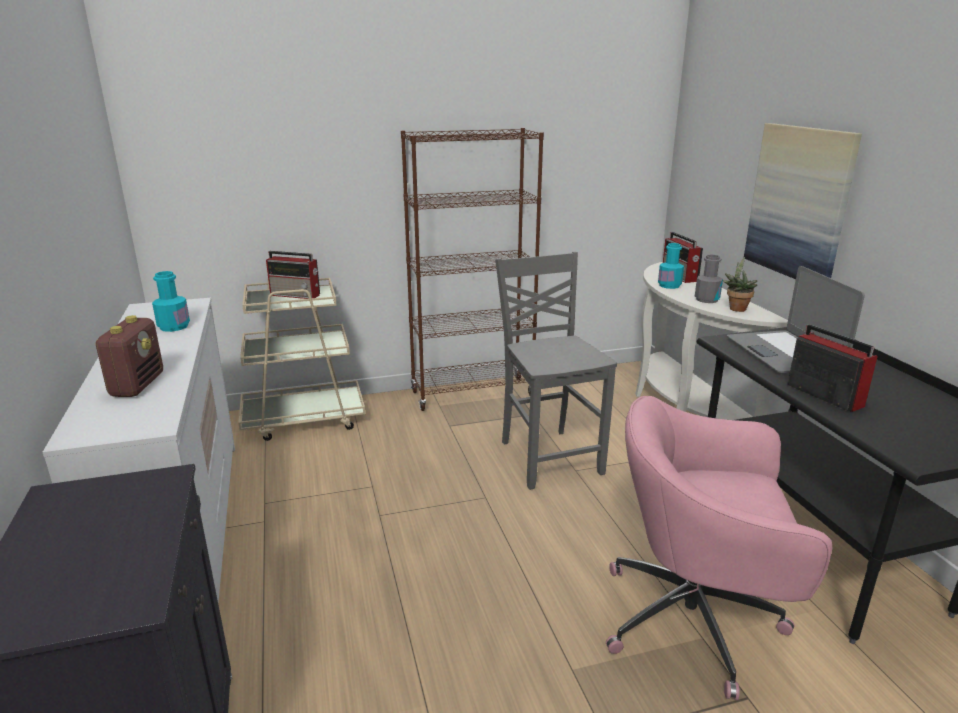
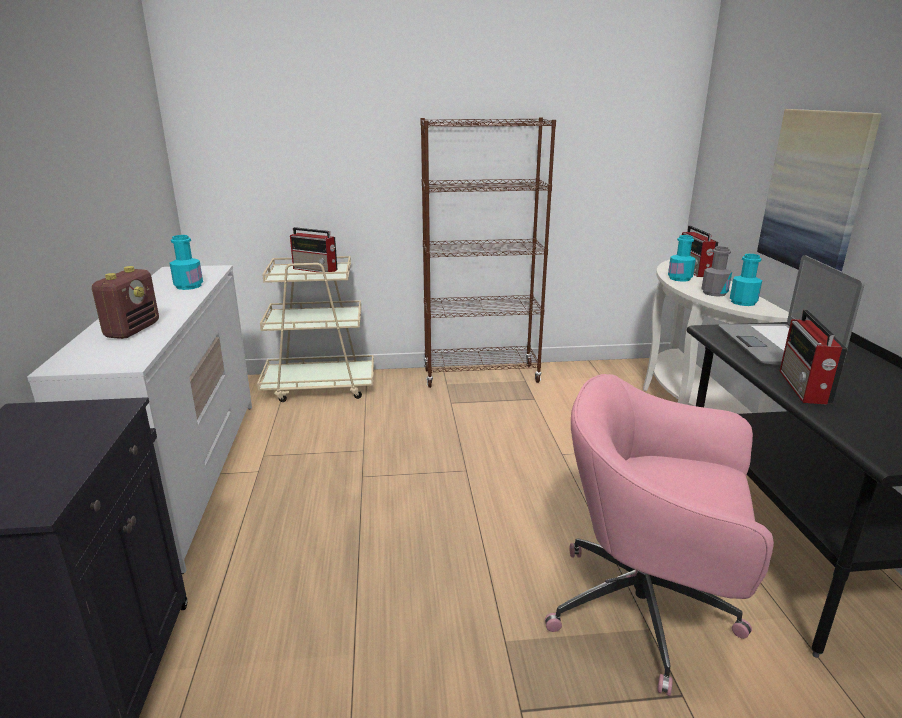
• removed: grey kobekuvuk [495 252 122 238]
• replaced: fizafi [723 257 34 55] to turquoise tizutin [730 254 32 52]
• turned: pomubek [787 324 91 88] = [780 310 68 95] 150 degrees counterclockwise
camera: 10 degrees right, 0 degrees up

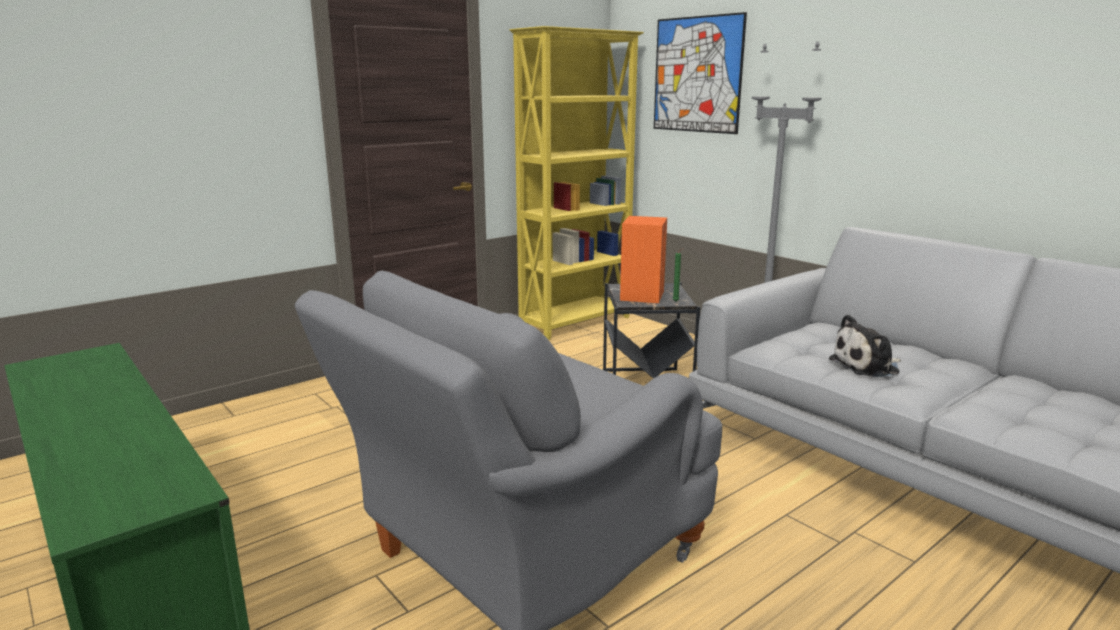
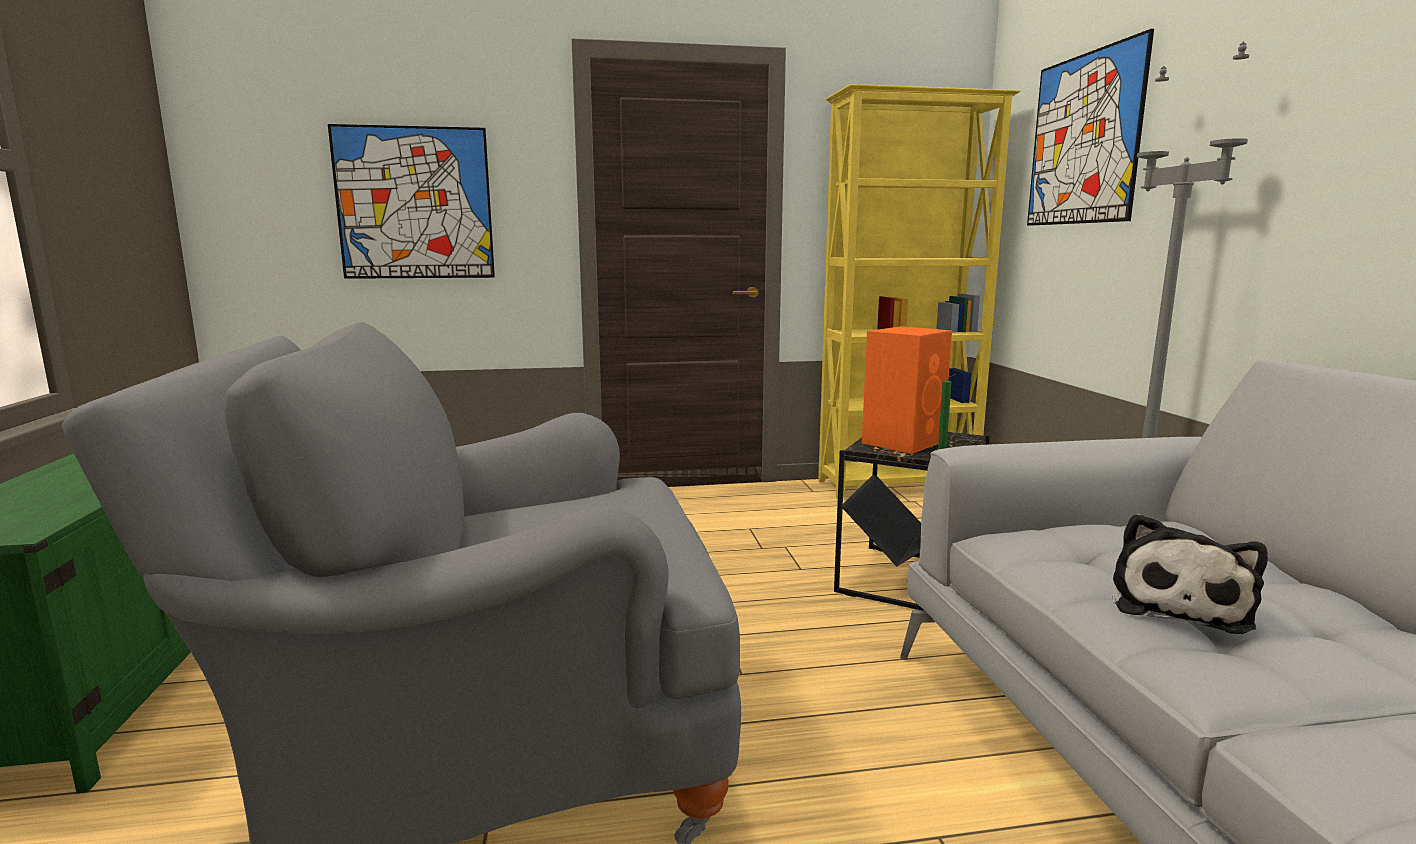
• turned: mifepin [829 314 72 64] = [1111 513 157 121] 75 degrees counterclockwise
• added: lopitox [328 124 167 155]
camera: 30 degrees right, 5 degrees down

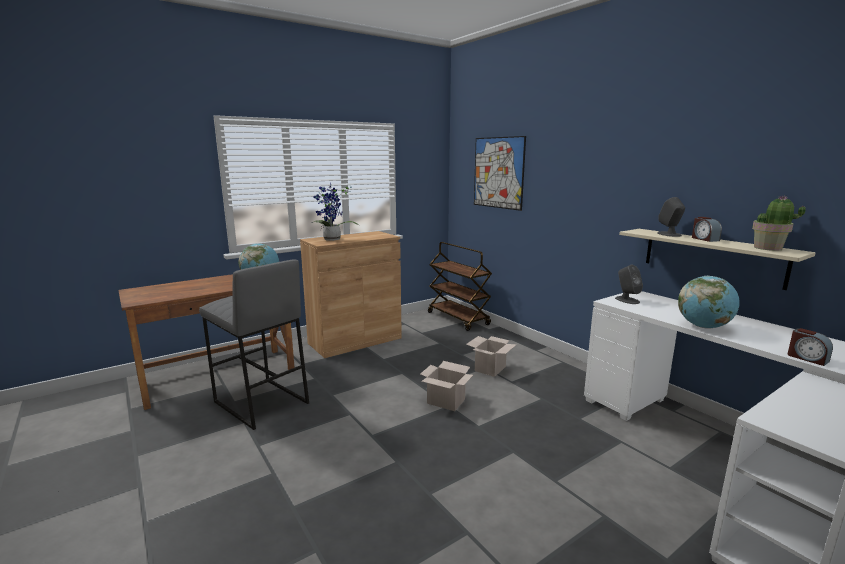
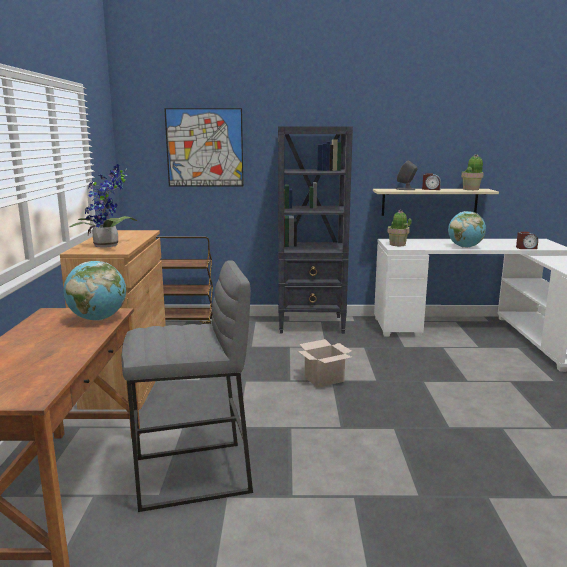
• removed: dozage [466 336 51 41]
• replaced: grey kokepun [615 265 28 39] to fizafi [388 210 24 36]
• added: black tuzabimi [278 127 75 207]
camera: 55 degrees left, 0 degrees up

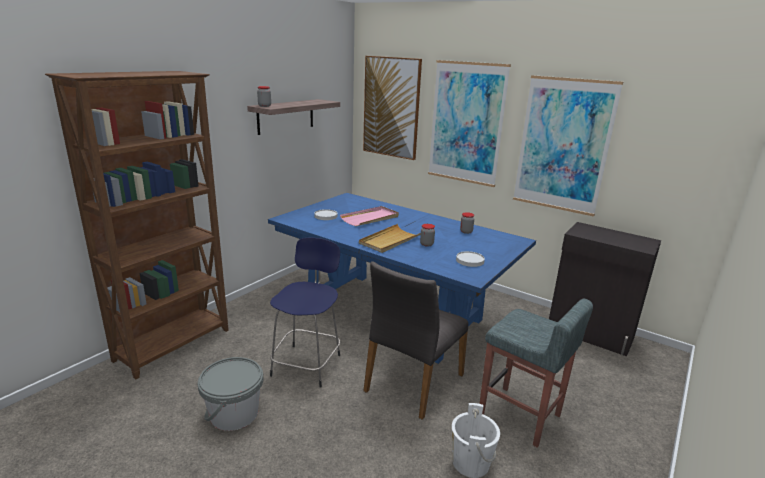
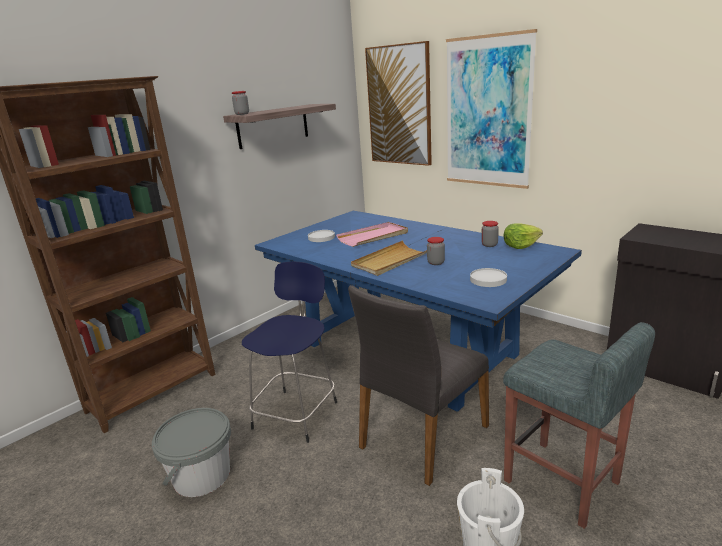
• removed: lopitox [513 75 110 142]
• added: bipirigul [504 223 39 26]
camera: 10 degrees right, 0 degrees up

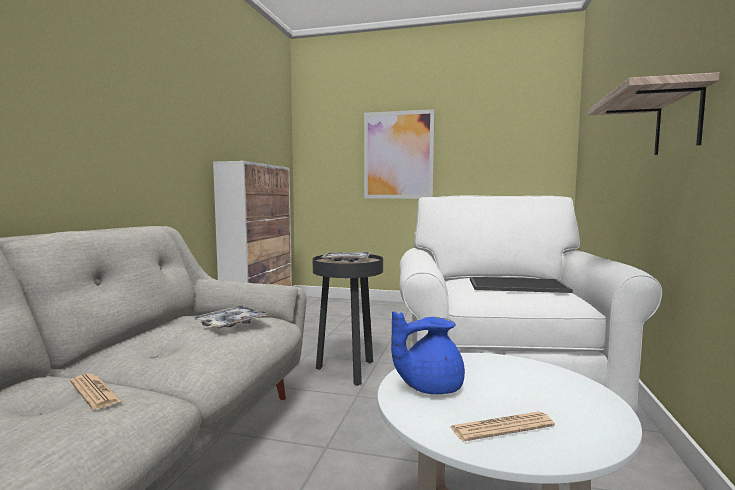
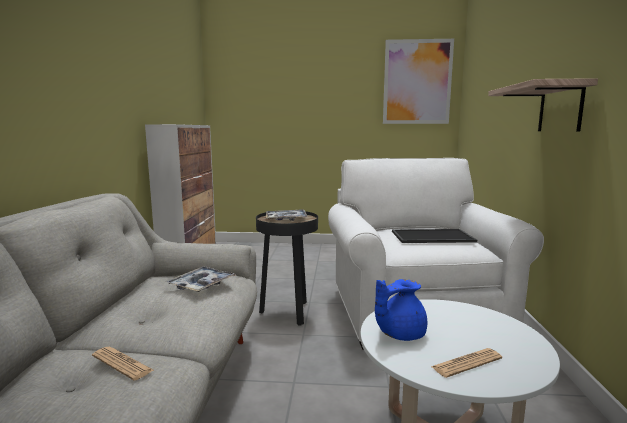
• moved: lopitox [364 109 71 90] to [383 39 71 85]
camera: 10 degrees left, 5 degrees up

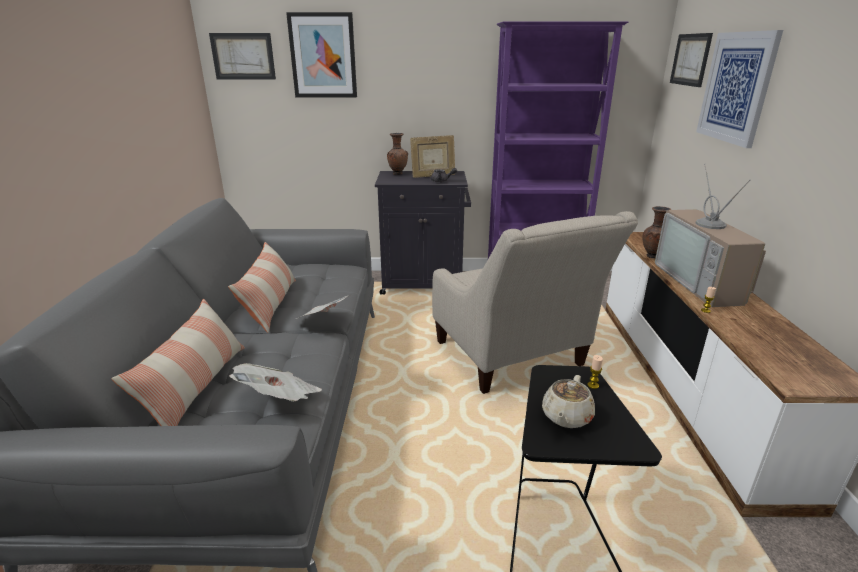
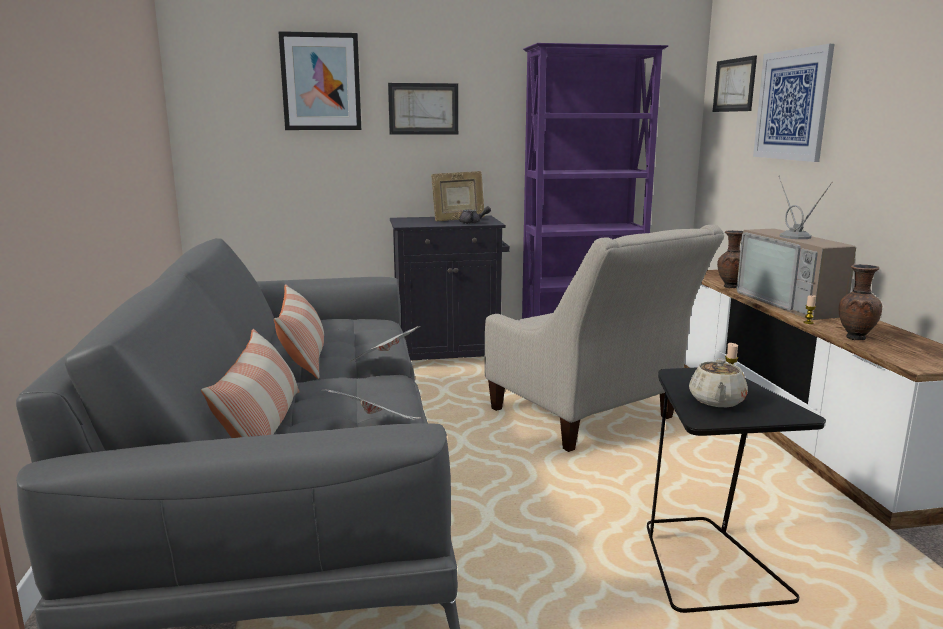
• moved: lopitox [209 33 67 47] to [388 83 70 52]
• moved: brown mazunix [387 133 21 42] to [838 264 44 76]
camera: 10 degrees left, 10 degrees down

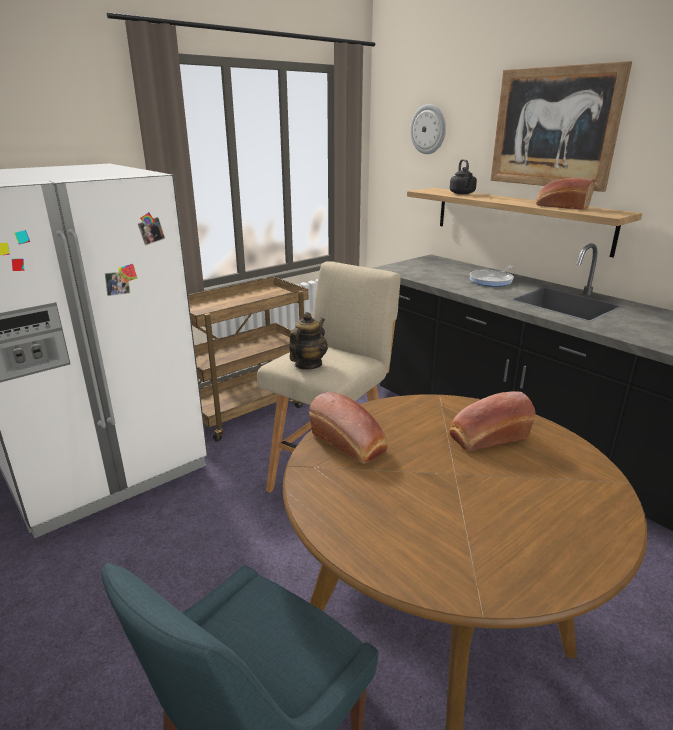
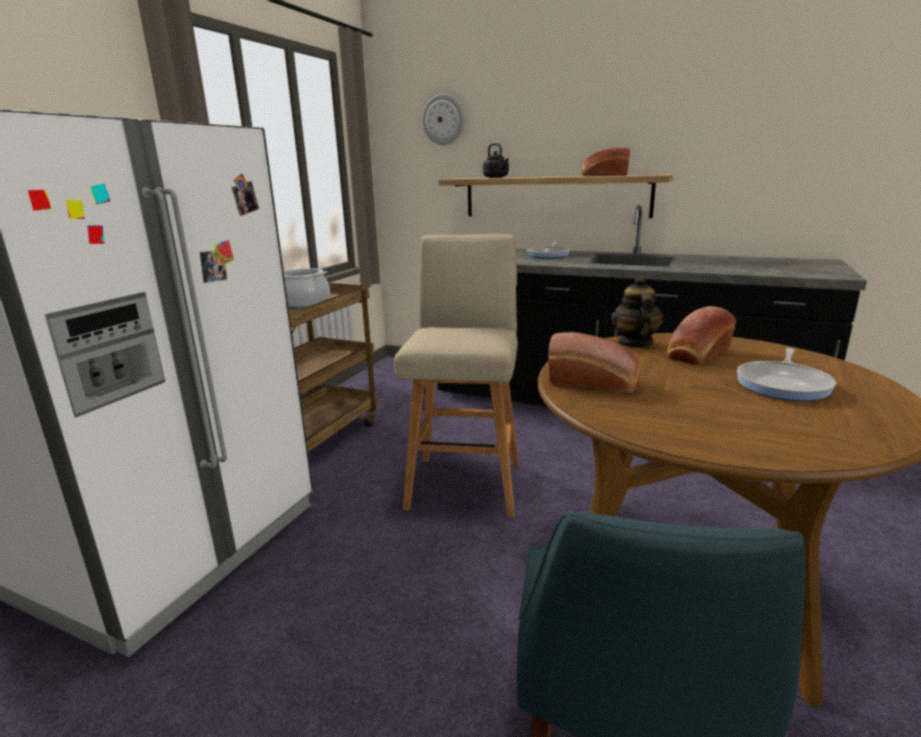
• moved: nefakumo [289 312 39 58] to [611 275 53 72]
• removed: lopitox [490 61 142 131]
• added: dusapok [284 268 46 41]
• added: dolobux [737 348 99 53]
camera: 25 degrees left, 5 degrees down

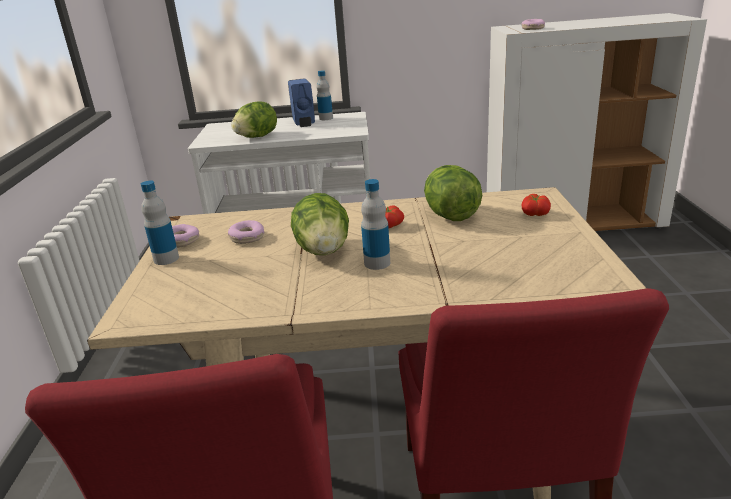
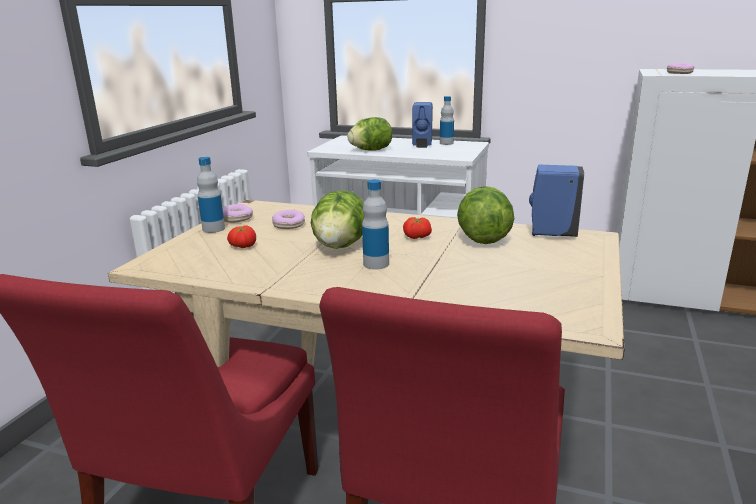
• moved: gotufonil [522 194 29 22] to [227 225 29 23]
• added: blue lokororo [529 164 55 73]
camera: 20 degrees right, 5 degrees down

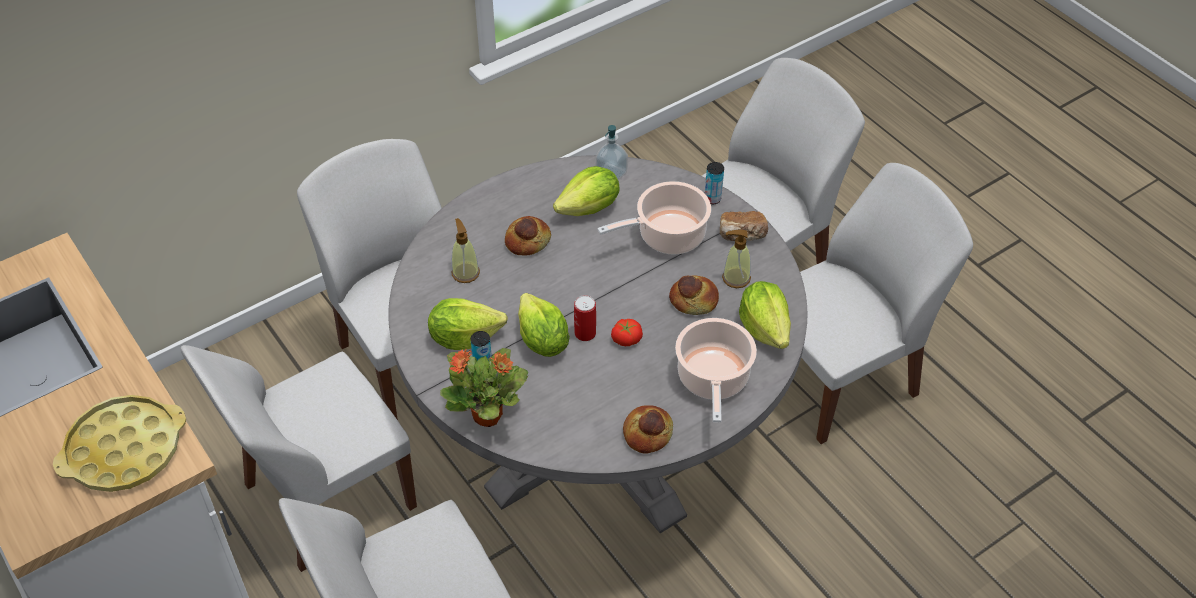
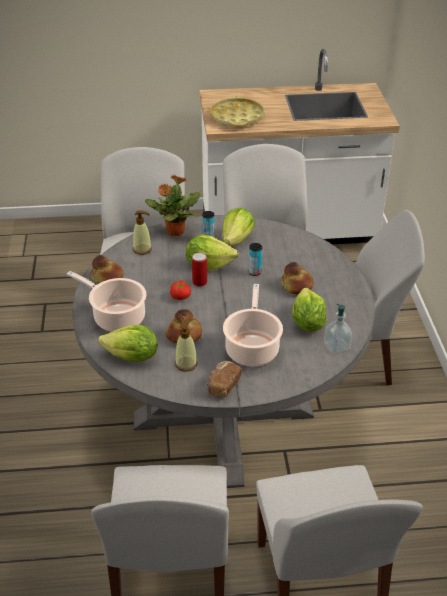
• moved: lokororo [451 218 29 65] to [133 210 19 45]
• moved: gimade [705 162 19 42] to [249 243 13 33]
camera: 120 degrees right, 10 degrees down

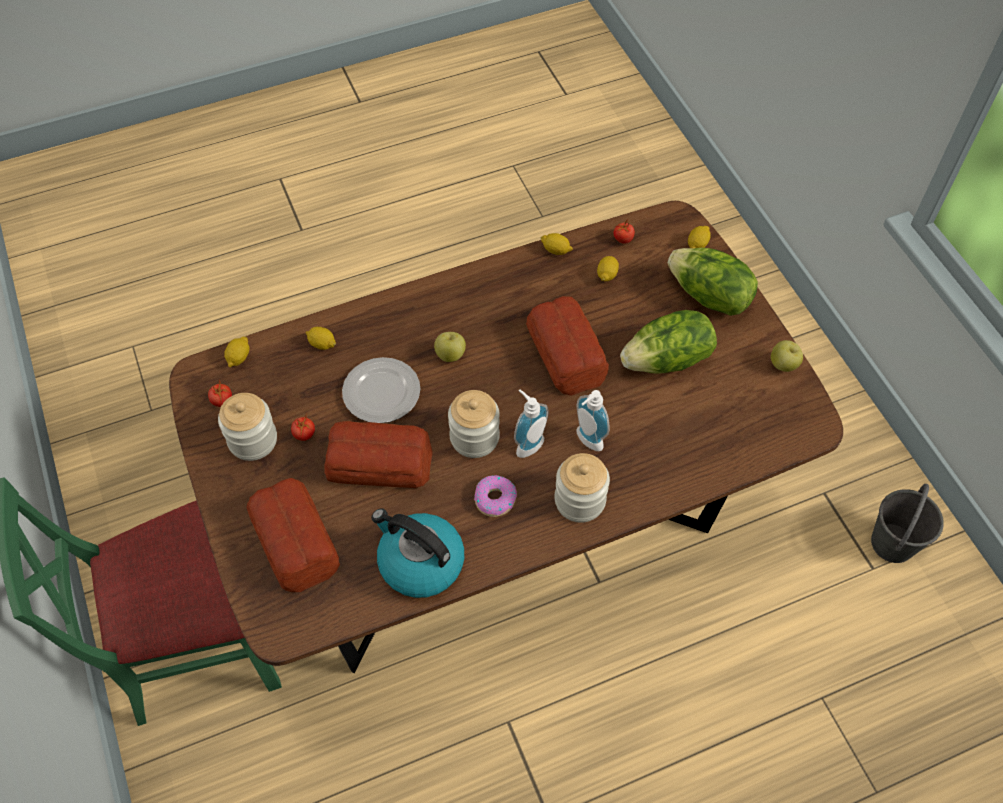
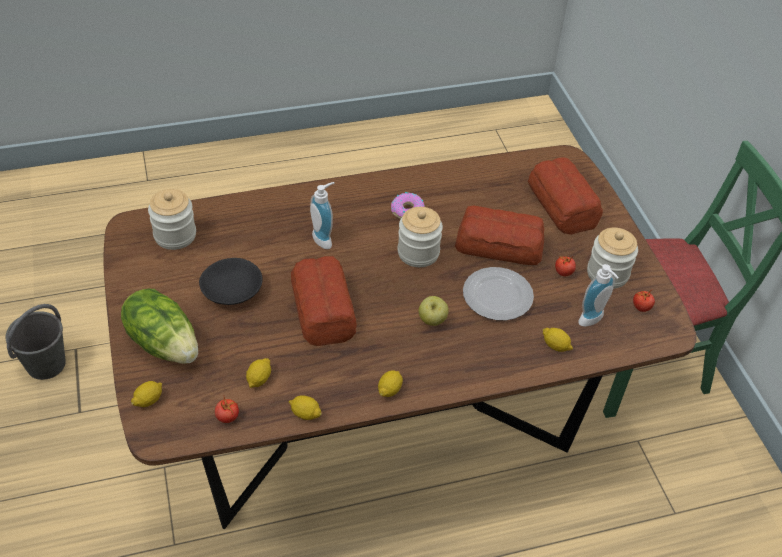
• moved: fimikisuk [225 336 25 31] to [378 370 25 27]
• removed: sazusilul [371 508 93 90]
• moved: lokororo [514 390 34 68] to [578 264 41 63]
• moved: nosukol [555 453 55 70] to [148 189 48 61]
• replaced: bipirigul [620 310 97 64] to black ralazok [199 258 64 47]
• removed: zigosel [771 340 32 32]
camera: 175 degrees left, 10 degrees down

